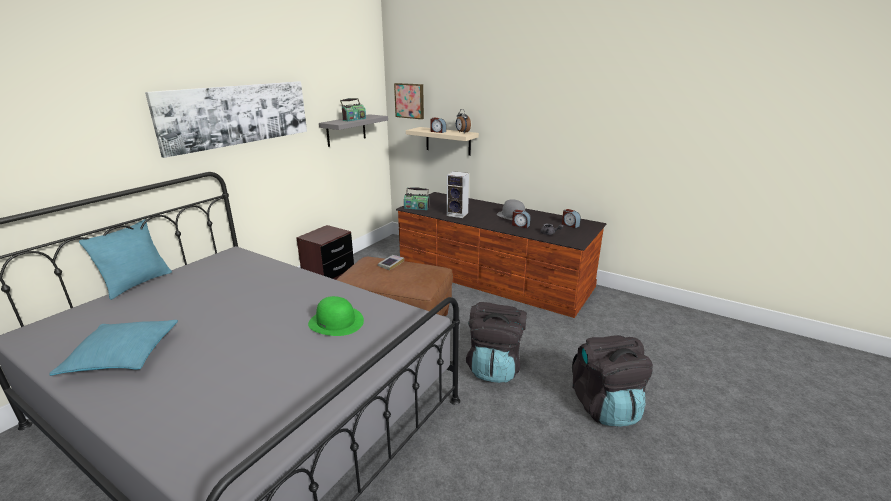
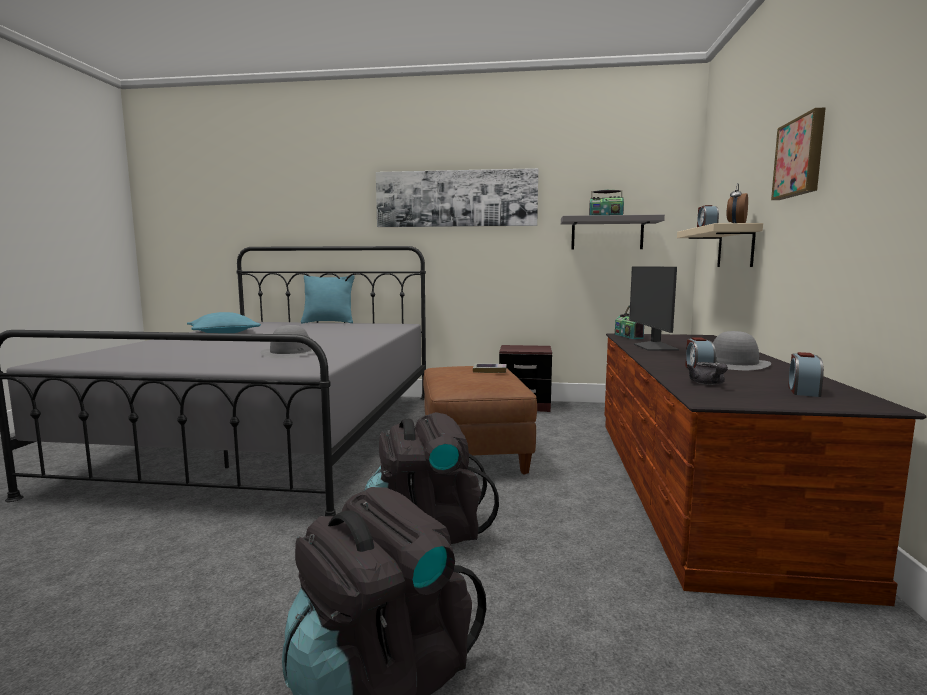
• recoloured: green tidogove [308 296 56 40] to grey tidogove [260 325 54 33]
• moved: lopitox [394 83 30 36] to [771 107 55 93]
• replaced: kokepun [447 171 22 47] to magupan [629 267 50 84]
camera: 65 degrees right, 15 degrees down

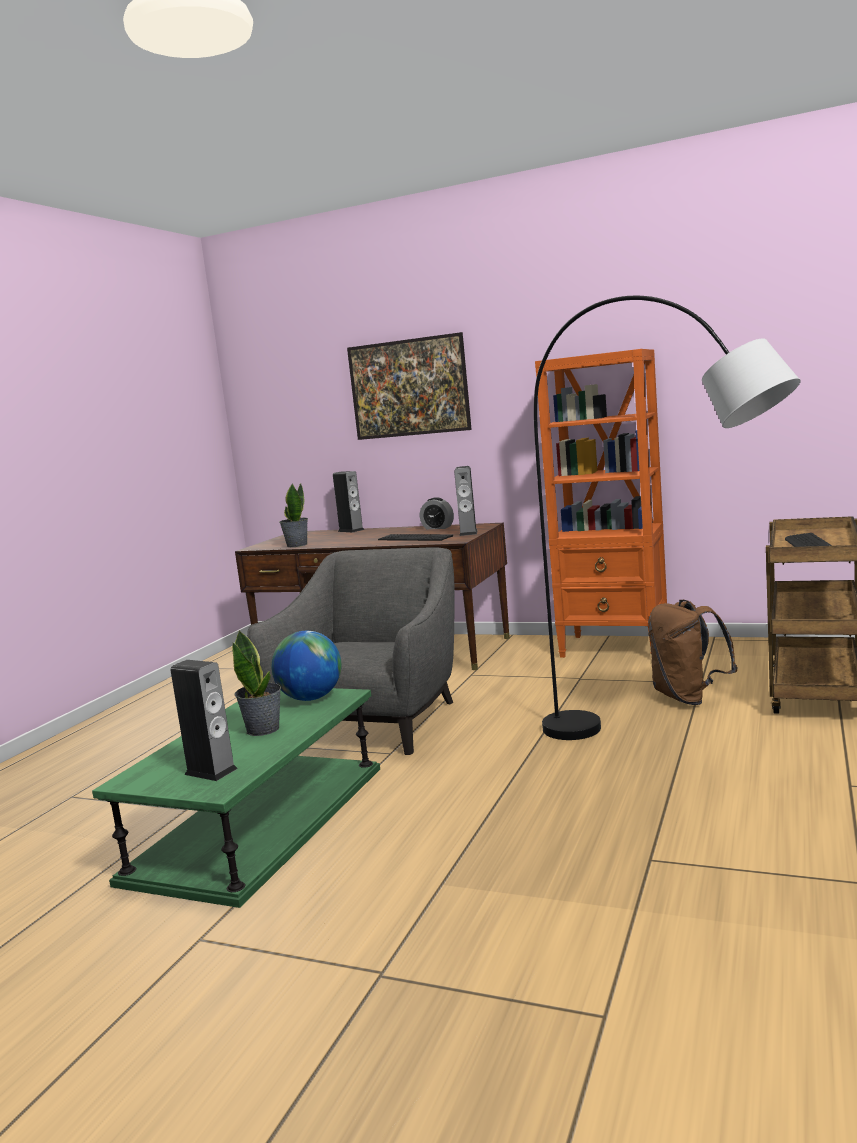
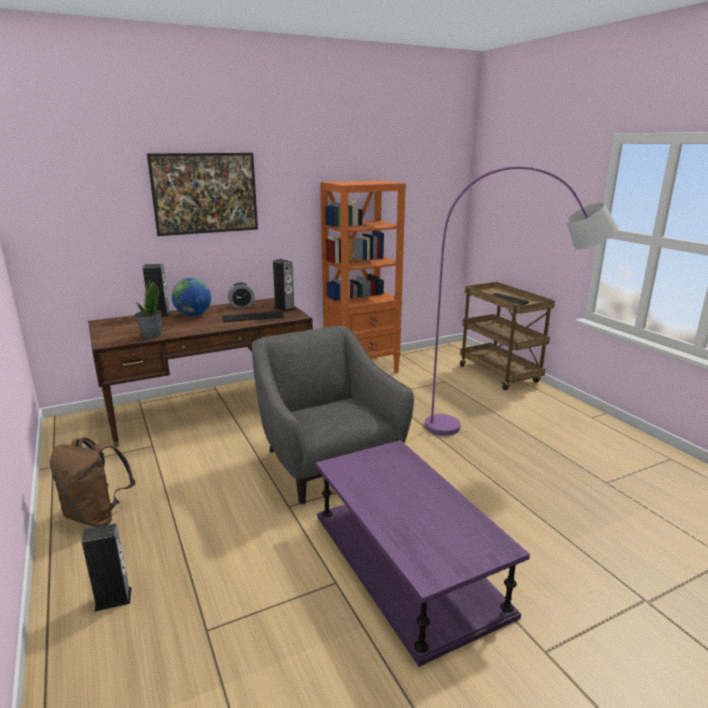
• recoloured: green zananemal [92 688 288 220] to purple zananemal [316 440 214 227]
• moved: kokepun [171 660 67 121] to [82 523 50 89]
• removed: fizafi [232 631 49 105]
• moved: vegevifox [271 631 71 70] to [172 278 39 38]
• recoloured: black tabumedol [534 296 267 444] to purple tabumedol [425 166 194 270]
• moved: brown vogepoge [648 600 90 105] to [50 437 86 90]
camera: 50 degrees left, 10 degrees up

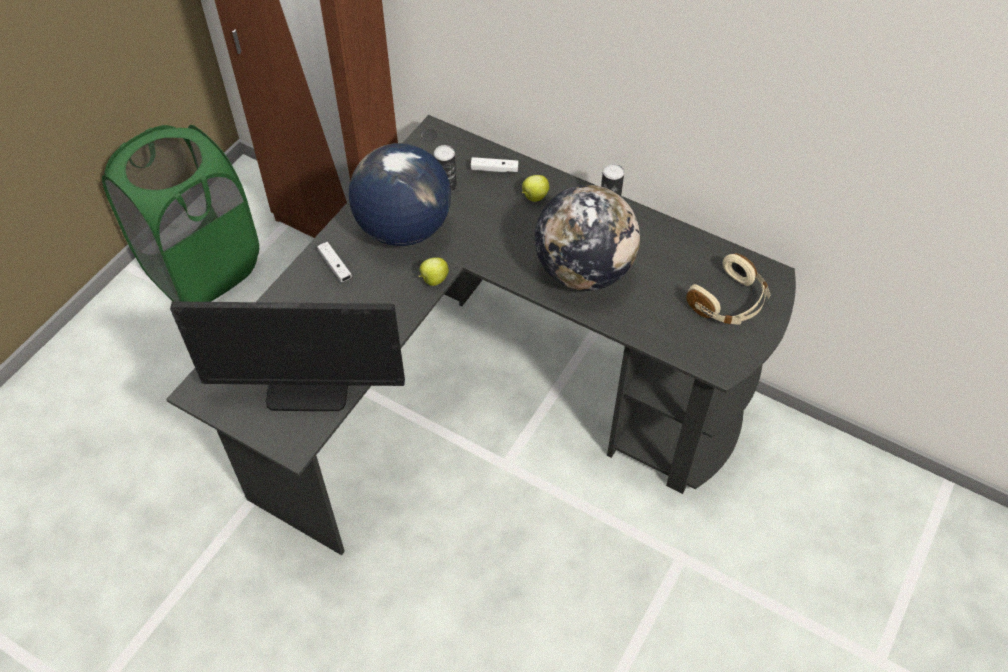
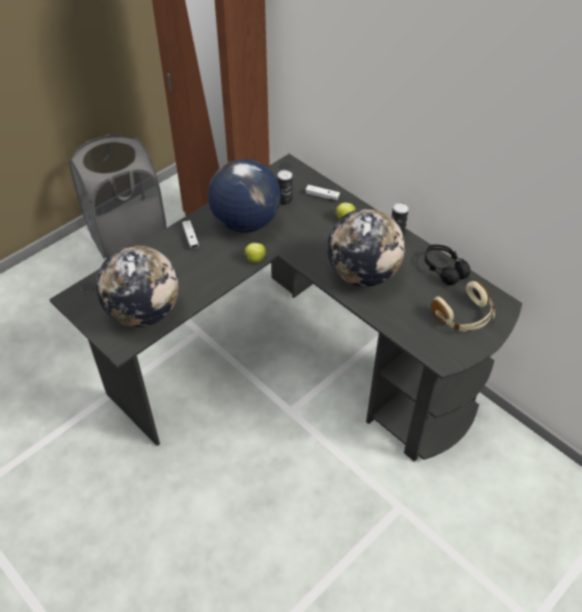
• recoloured: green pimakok [102 125 157 177] to grey pimakok [69 134 98 126]
• replaced: magupan [170 301 235 110] to vegevifox [96 246 83 81]
• added: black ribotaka [425 244 45 41]
camera: 15 degrees right, 5 degrees down

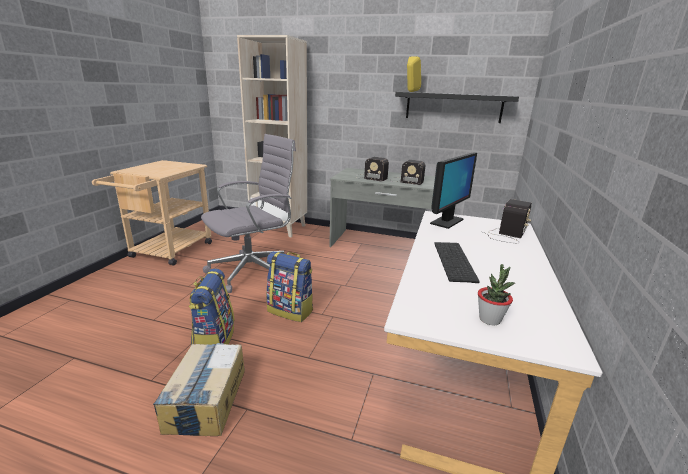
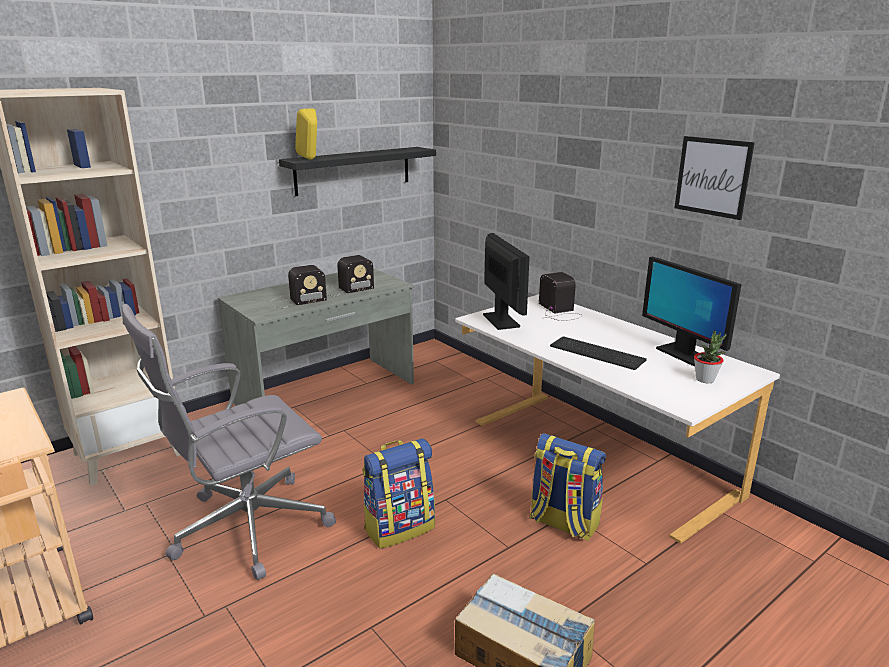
• moved: vogepoge [189 269 45 76] to [530 433 76 108]
• turned: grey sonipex [201 134 95 159] = [121 304 215 276] 120 degrees counterclockwise
• added: magupan [642 257 100 109]
• added: lopitox [675 136 80 84]
camera: 55 degrees left, 0 degrees up

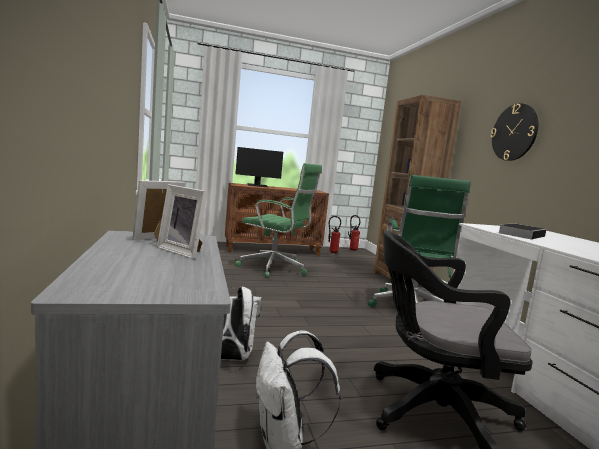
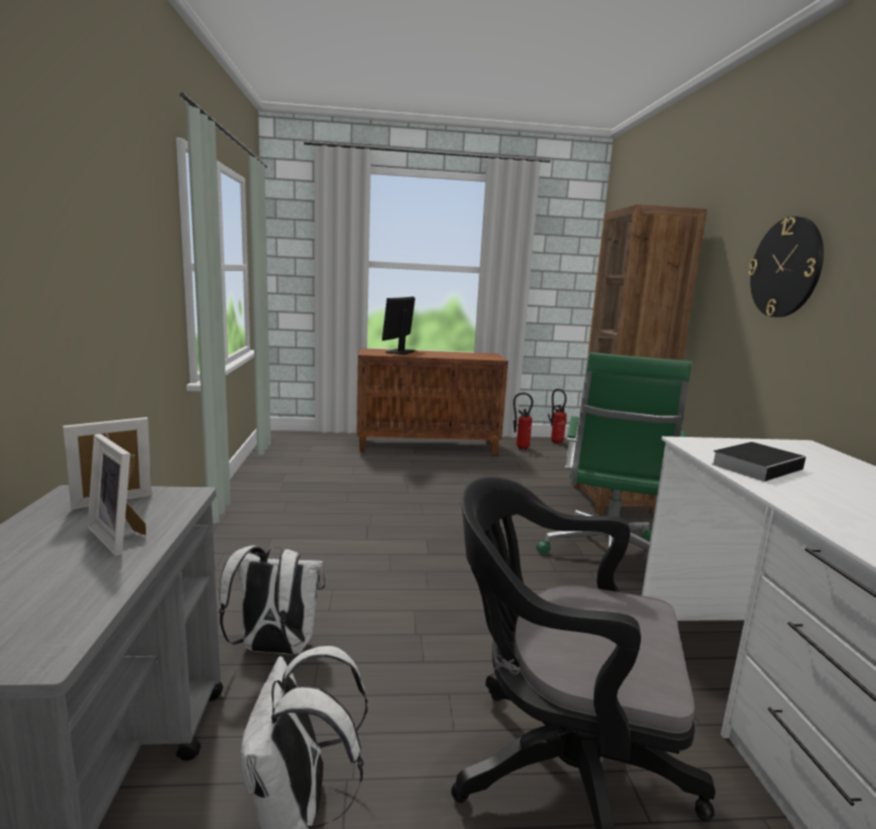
• turned: magupan [235 147 48 40] = [382 296 33 59] 105 degrees clockwise
• removed: green sonipex [235 163 87 115]
camera: 10 degrees right, 5 degrees up

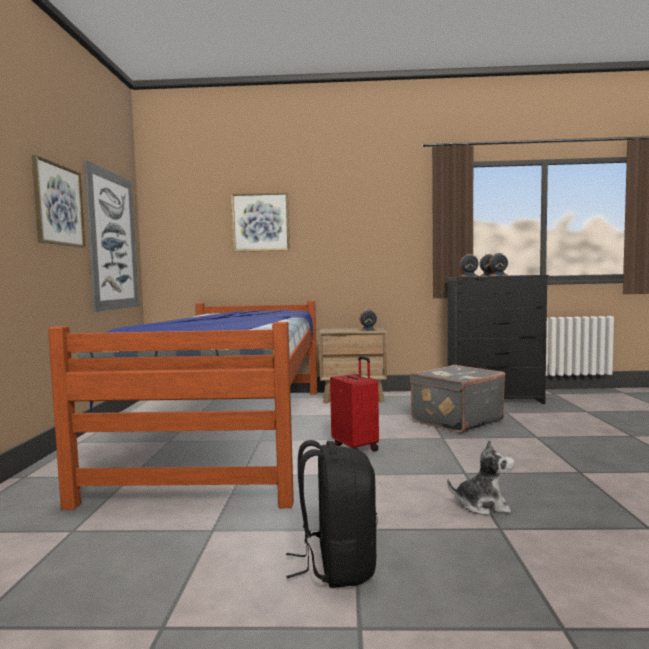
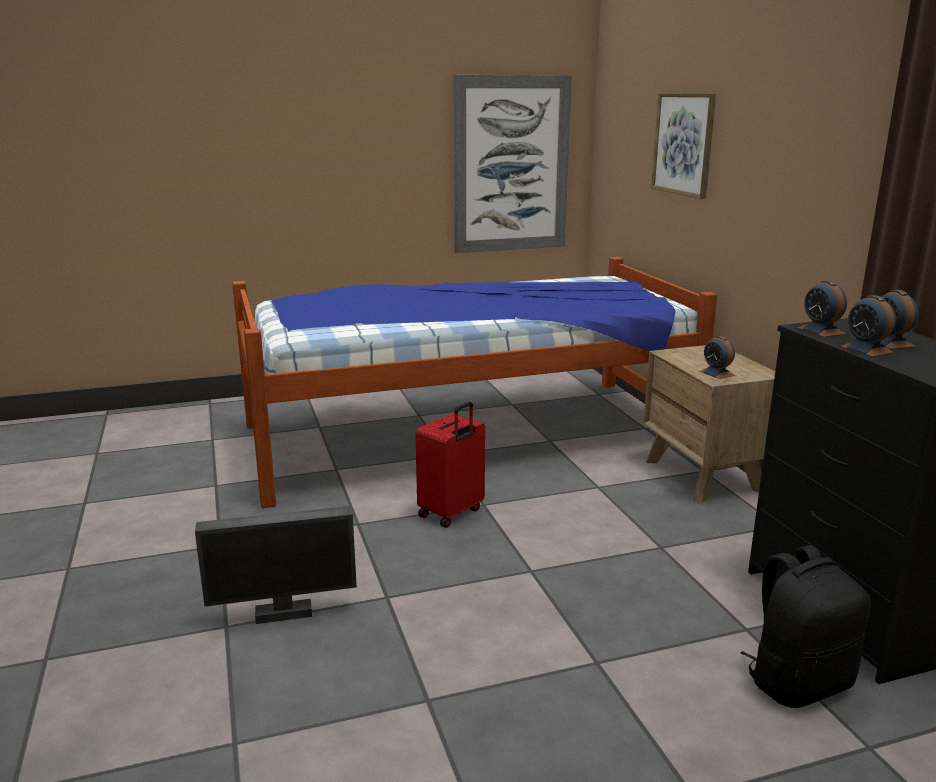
• removed: lopitox [32 155 53 93]
• moved: black vogepoge [286 440 91 148] to [741 545 130 163]
• removed: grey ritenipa [410 365 95 68]
• replaced: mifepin [447 439 68 76] to magupan [195 506 162 118]
camera: 70 degrees right, 15 degrees up

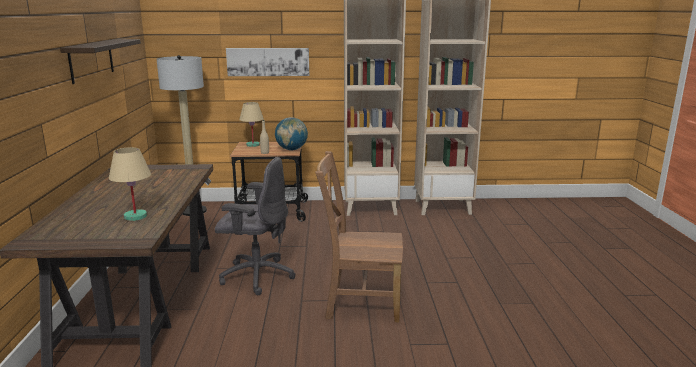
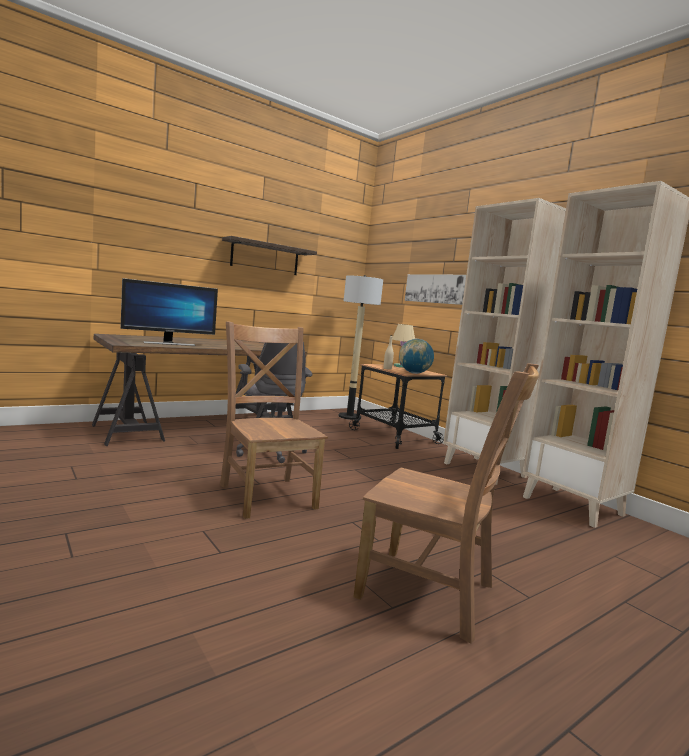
• replaced: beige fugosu [109 147 42 74] to magupan [121 278 97 68]
• added: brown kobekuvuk [353 363 186 281]
camera: 55 degrees right, 10 degrees down

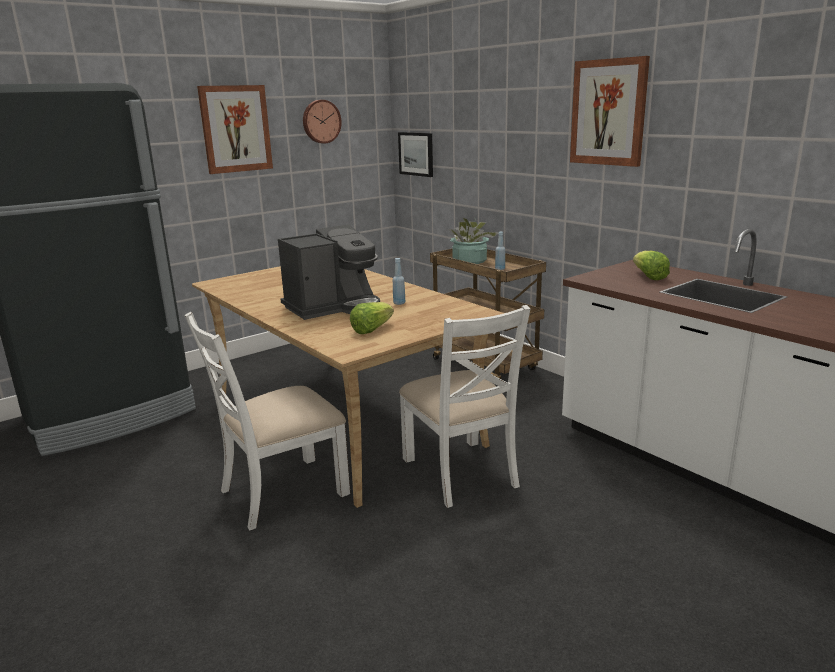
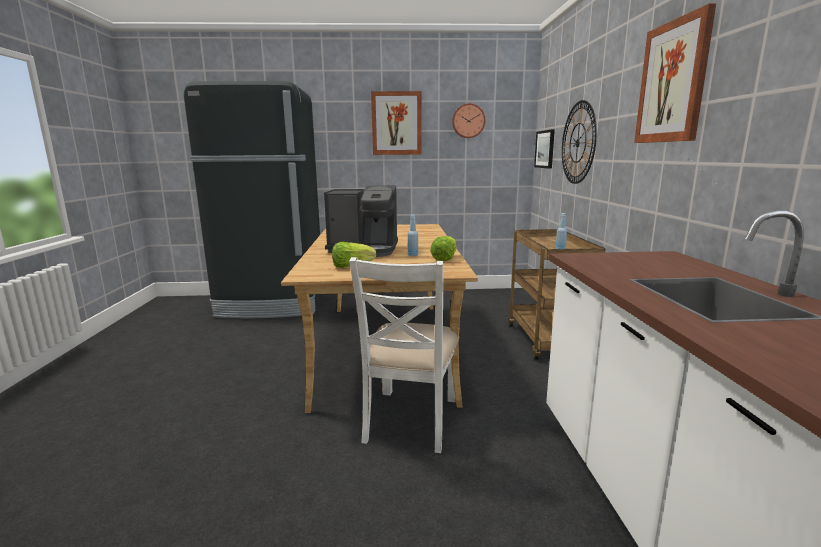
• removed: white kobekuvuk [184 312 166 218]
• removed: fizafi [448 217 50 47]
• moved: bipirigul [633 251 37 29] to [430 236 26 25]
• added: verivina [562 100 35 84]
camera: 35 degrees right, 5 degrees down

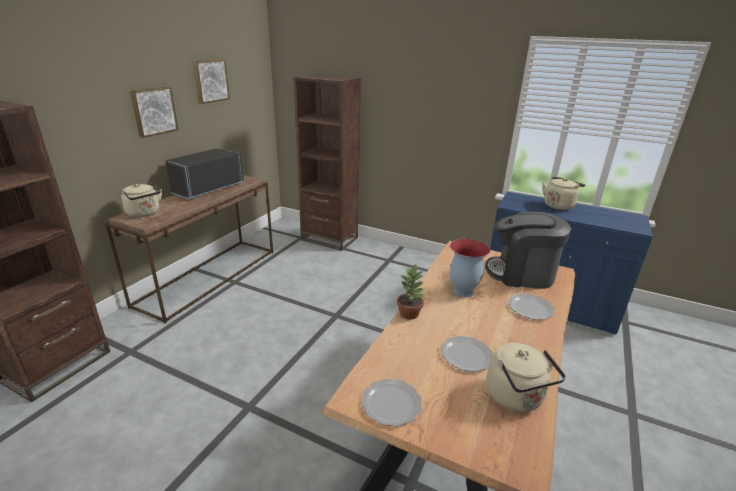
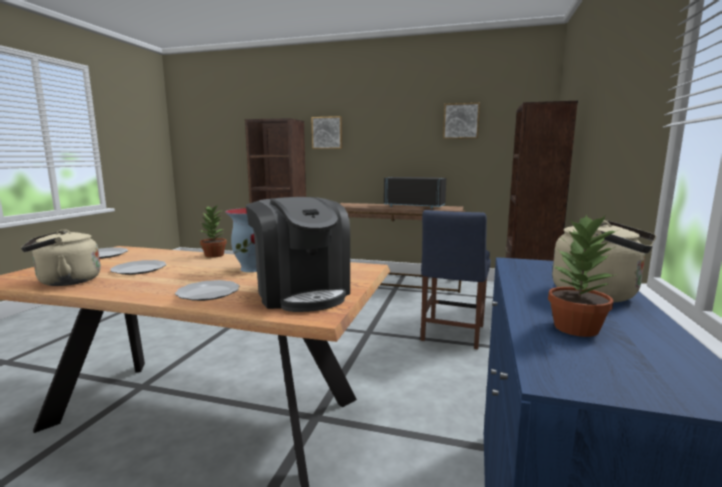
• removed: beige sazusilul [121 183 41 34]
• moved: lopitox [130 87 48 51] to [311 116 31 33]
• turned: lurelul [485 211 86 78] = [246 197 104 115] 150 degrees clockwise
• added: blue kobekuvuk [421 210 70 139]
• added: fizafi [548 214 72 123]
camera: 80 degrees right, 15 degrees down

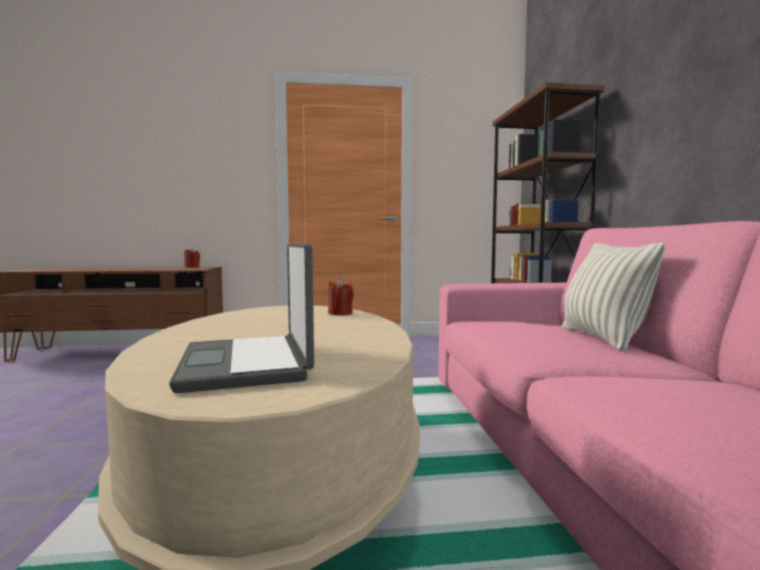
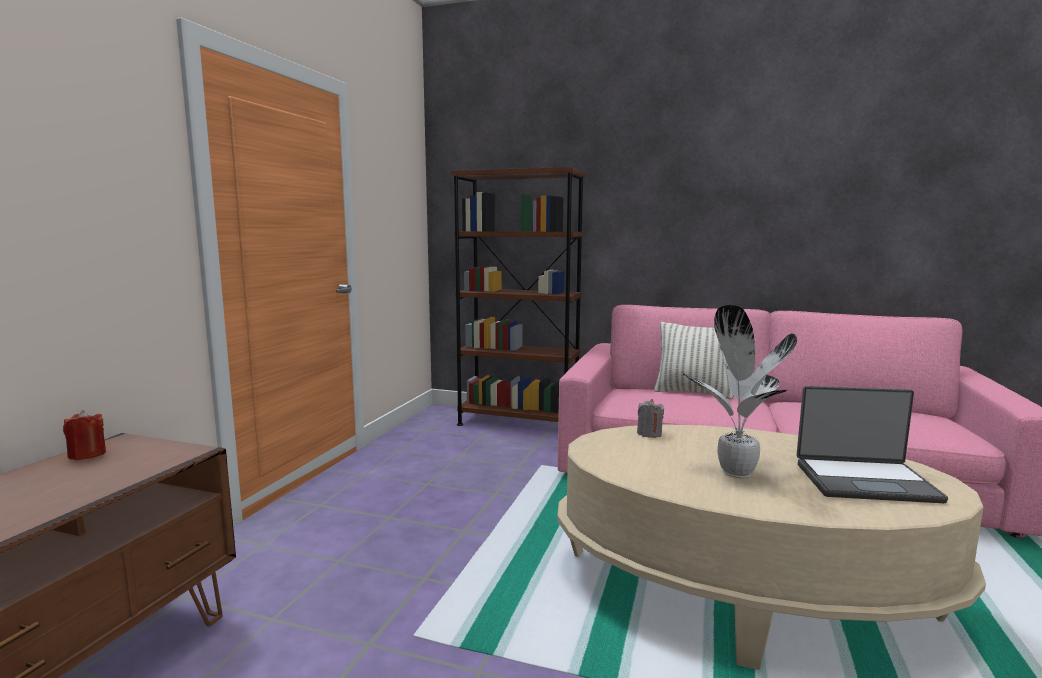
• recoloured: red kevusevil [328 278 26 37] to grey kevusevil [637 399 27 39]
• added: fizafi [682 305 115 173]
camera: 65 degrees left, 5 degrees up

